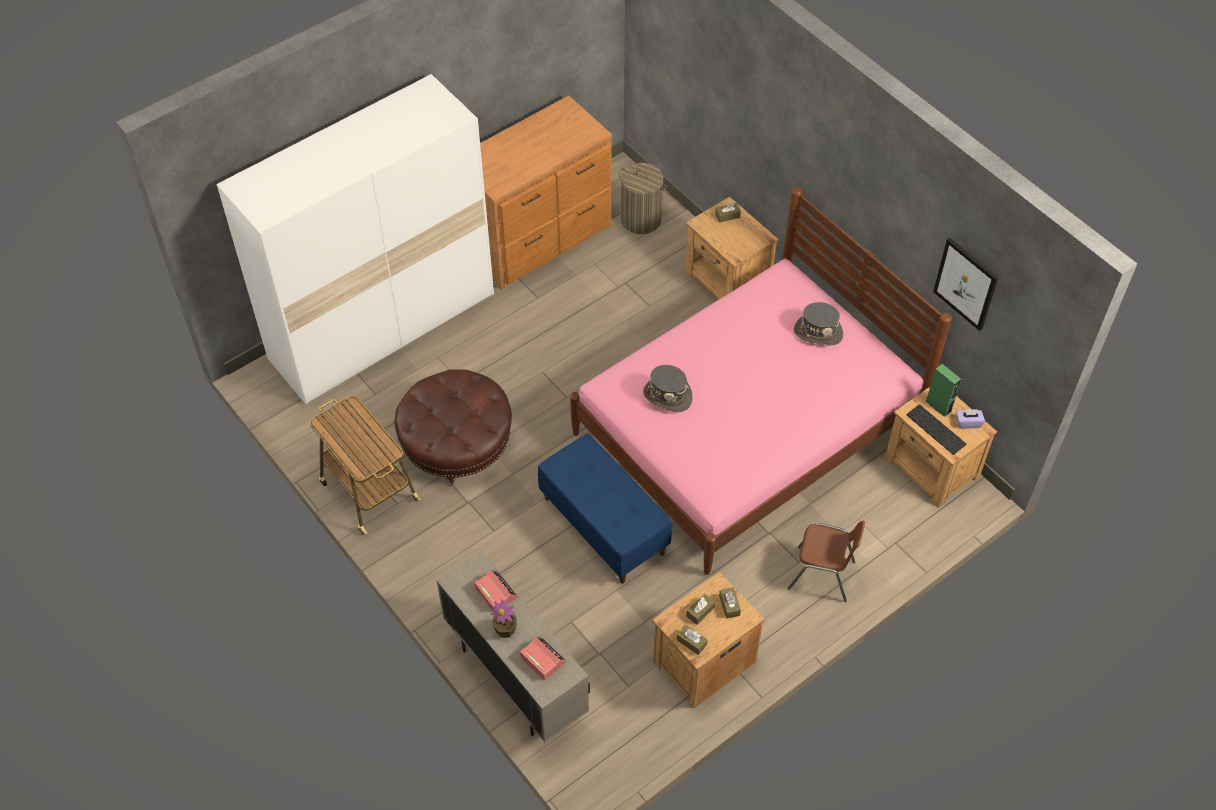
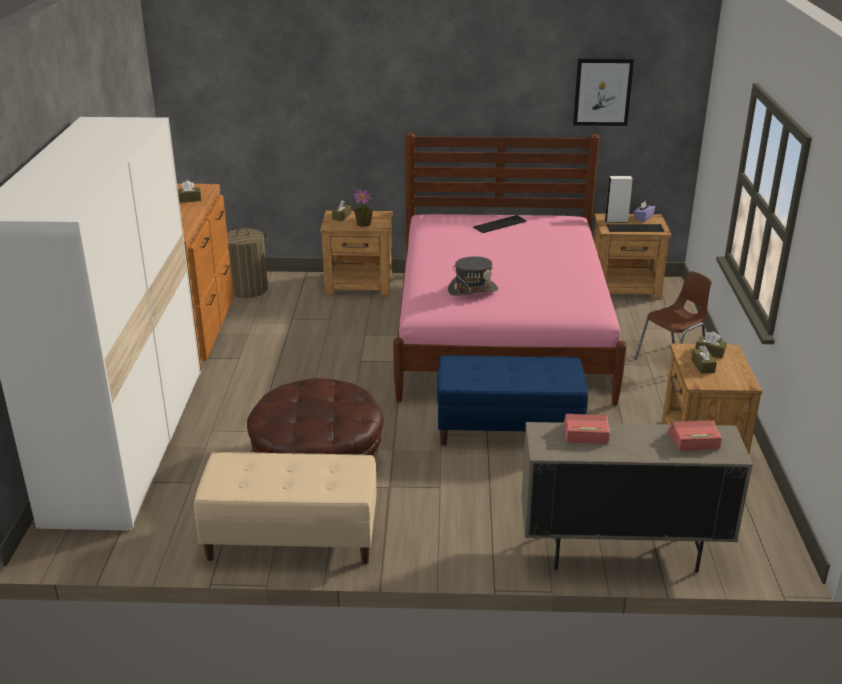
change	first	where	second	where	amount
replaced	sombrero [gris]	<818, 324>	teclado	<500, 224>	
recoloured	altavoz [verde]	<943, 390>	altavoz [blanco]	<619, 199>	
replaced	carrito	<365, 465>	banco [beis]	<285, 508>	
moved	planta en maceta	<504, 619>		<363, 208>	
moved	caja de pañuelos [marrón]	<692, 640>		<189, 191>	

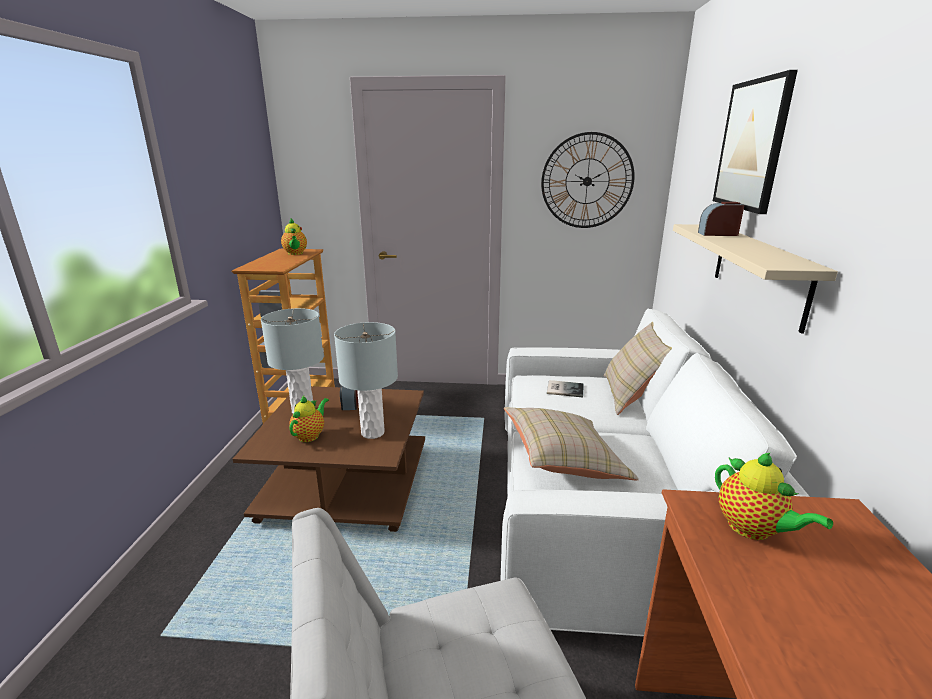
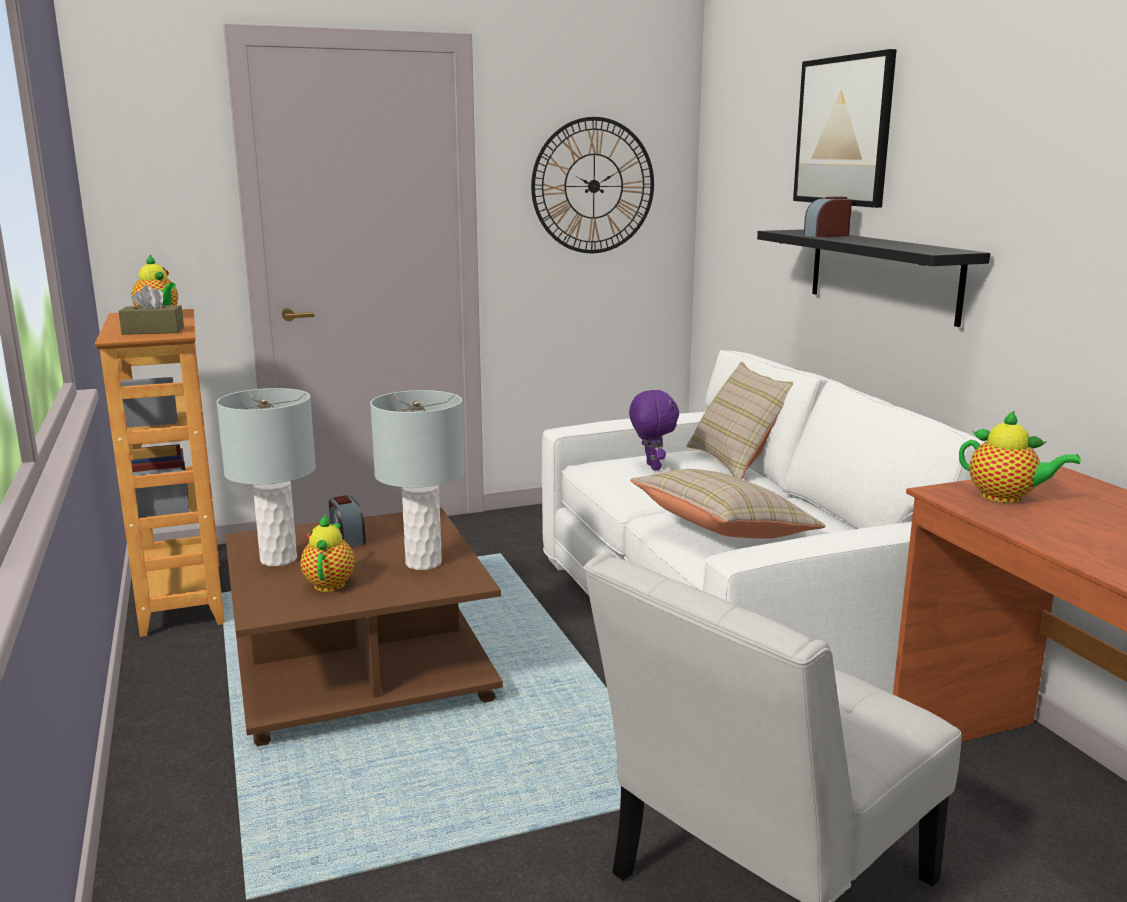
change	first	where	second	where	amount
recoloured	estante [beis]	<755, 279>	estante [negro]	<873, 278>	
replaced	libro	<565, 388>	peluche [morado]	<654, 430>	
added			caja de pañuelos [marrón]	<151, 310>	

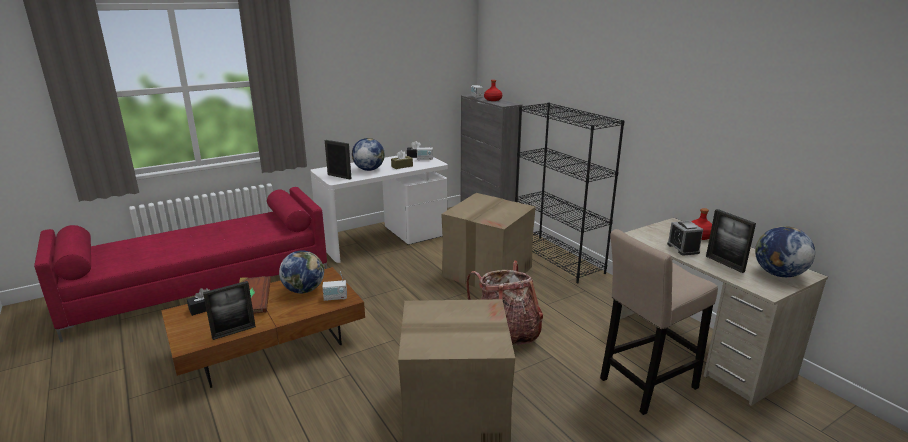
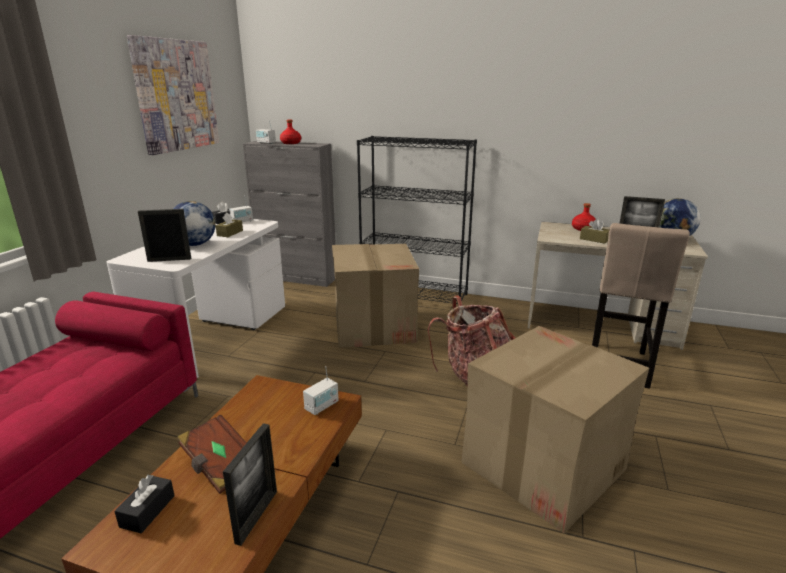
change	first	where	second	where	amount
replaced	despertador	<685, 238>	caja de pañuelos [marrón]	<594, 231>	
removed	globo terráqueo	<301, 271>			
added			cuadro	<173, 95>	

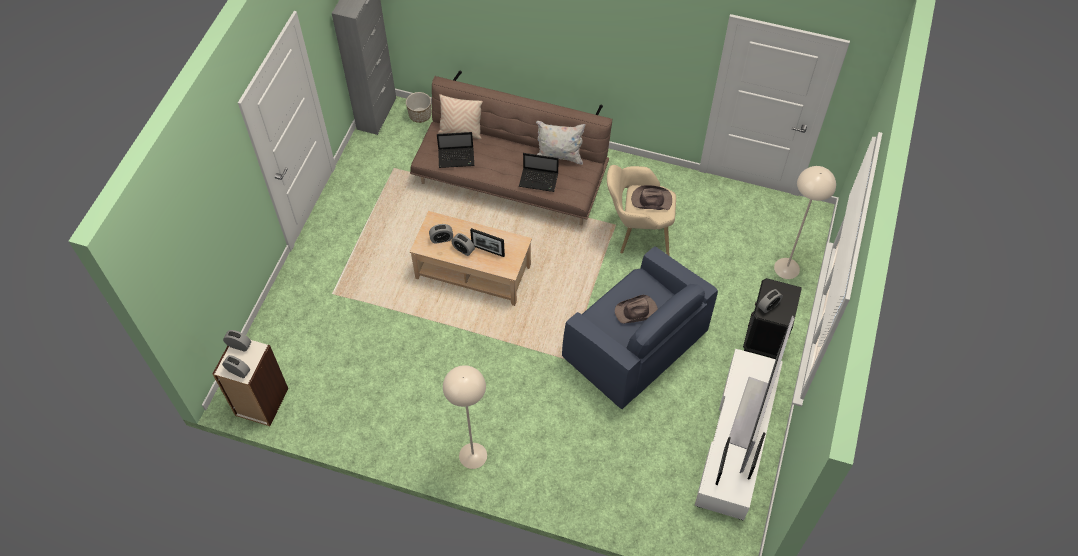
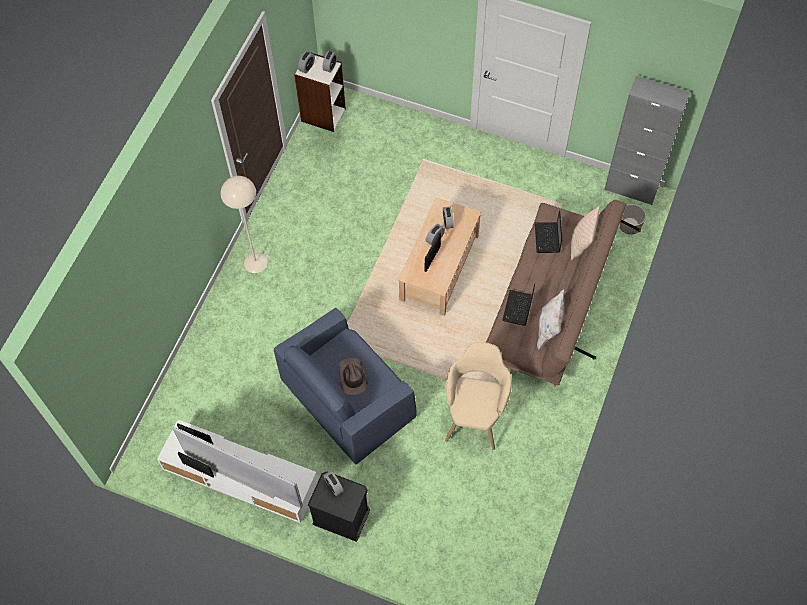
change	first	where	second	where	amount
removed	lámpara de pie [beis]	<805, 222>			
removed	sombrero [marrón]	<651, 197>			

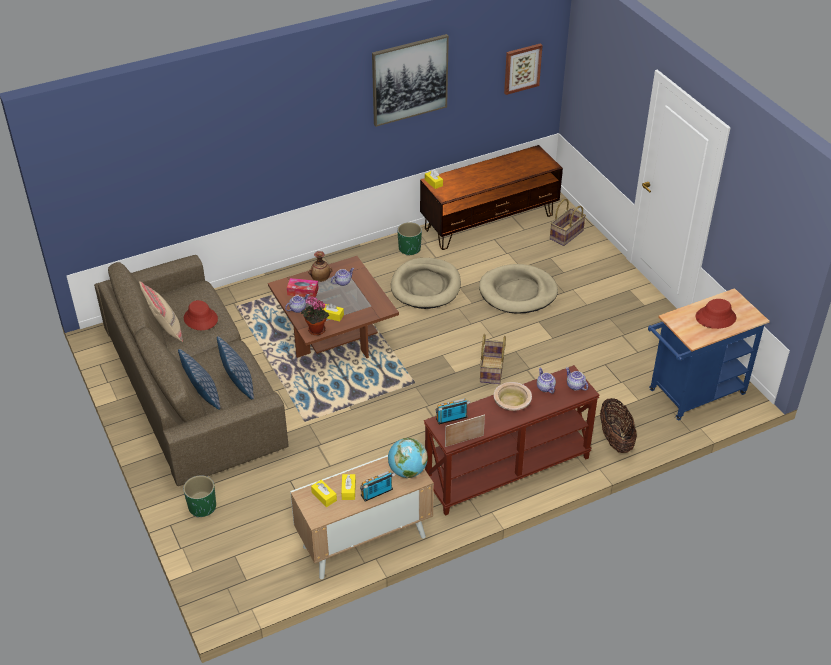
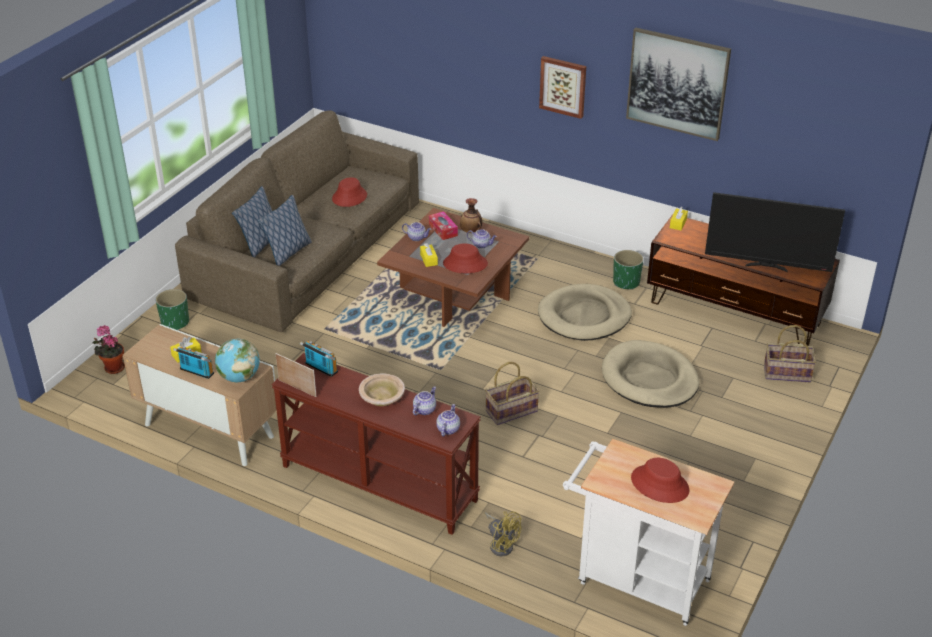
change	first	where	second	where	amount
moved	cuadro	<523, 69>		<562, 87>	
removed	cojín [beis]	<161, 311>			
recoloured	carrito [azul]	<709, 354>	carrito [blanco]	<648, 532>	
moved	planta en maceta	<315, 315>		<109, 349>	
replaced	cesta	<618, 425>	ventilador [amarillo]	<503, 533>	
removed	caja de pañuelos [amarillo]	<324, 493>			
added			televisor	<775, 232>	
added			sombrero [rojo]	<465, 258>	

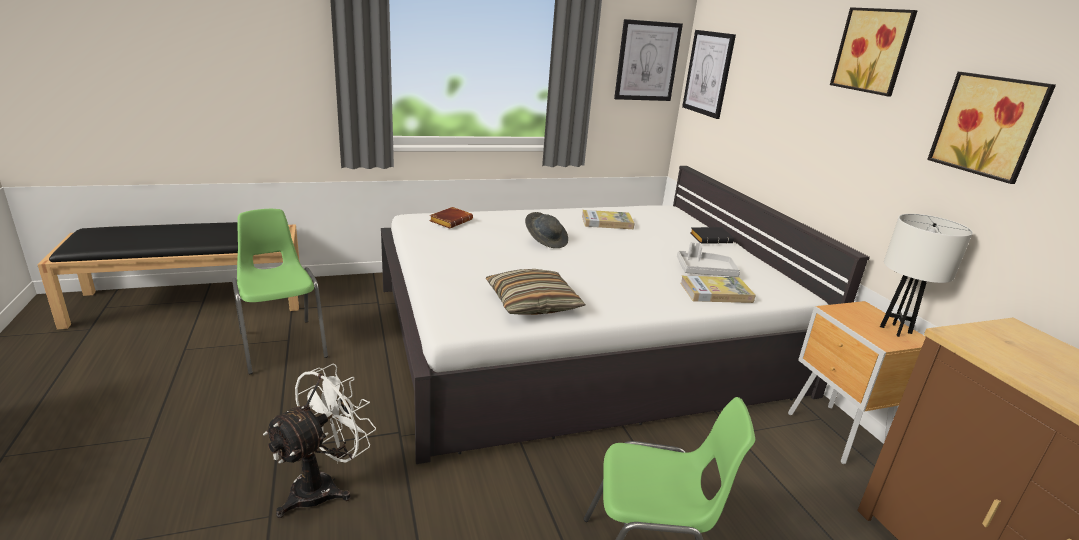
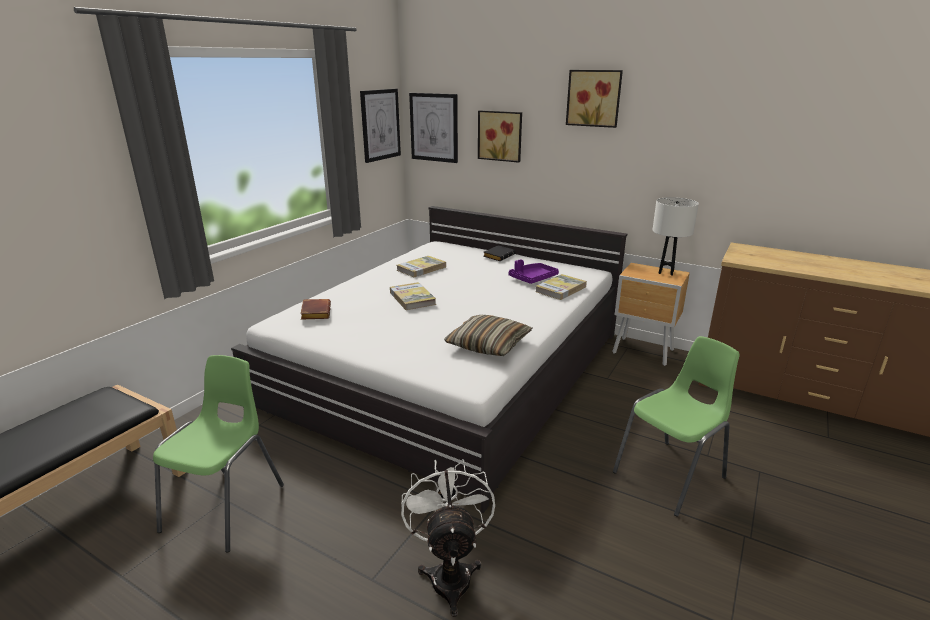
change	first	where	second	where	amount
moved	cuadro	<991, 128>		<500, 136>	
turned	silla [verde]	<280, 291>		<218, 454>	90 degrees clockwise
replaced	sombrero [gris]	<546, 230>	libro	<413, 296>	
recoloured	bandeja [gris]	<708, 259>	bandeja [morado]	<533, 271>	

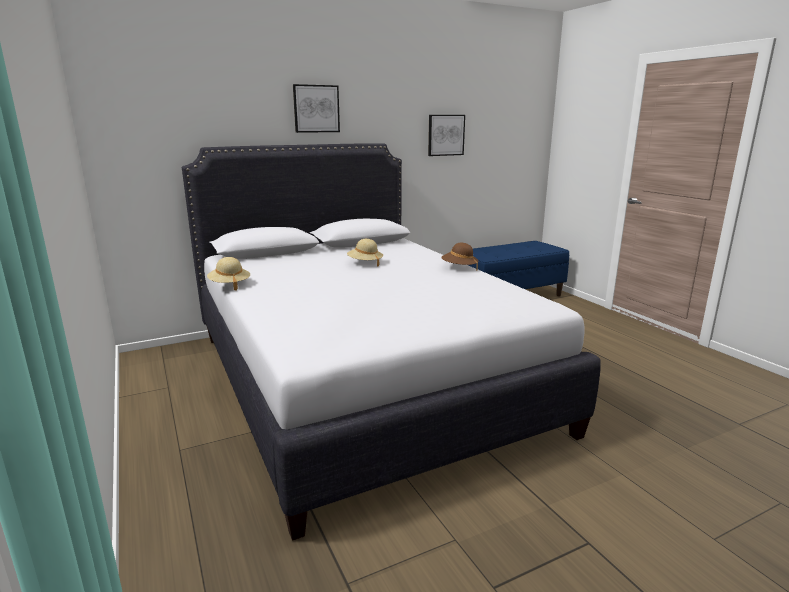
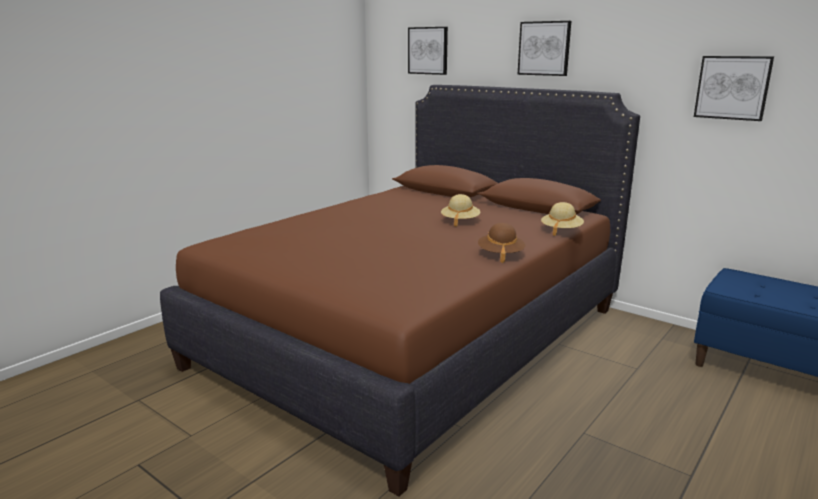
change	first	where	second	where	amount
recoloured	cama [blanco]	<391, 342>	cama [marrón]	<400, 291>	
moved	sombrero [beis]	<228, 274>		<562, 219>	
added			cuadro	<428, 51>	

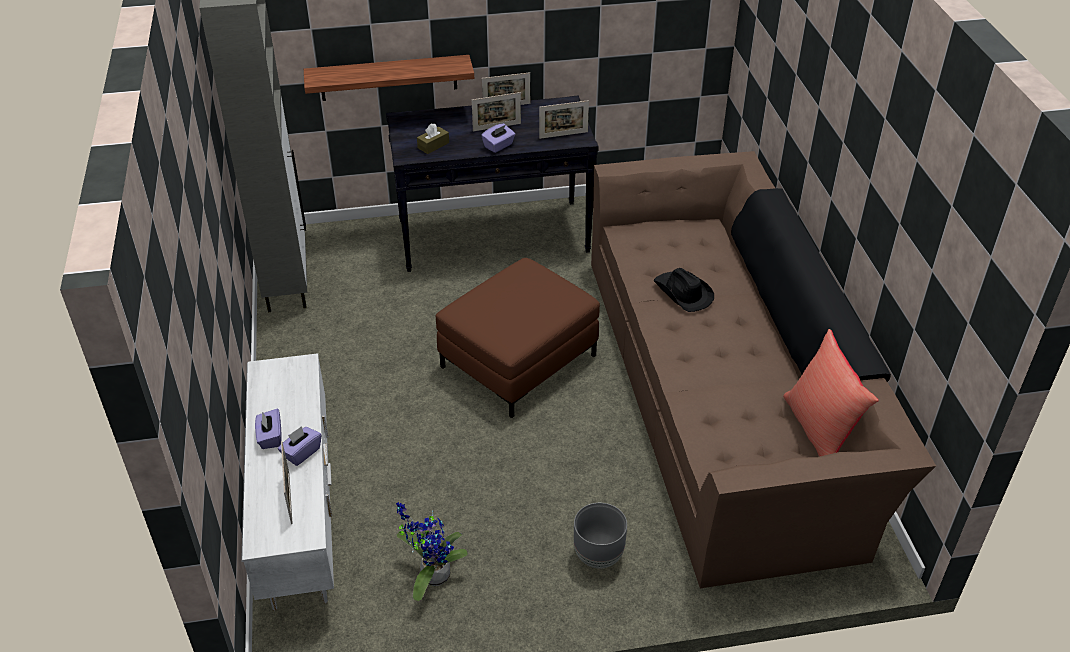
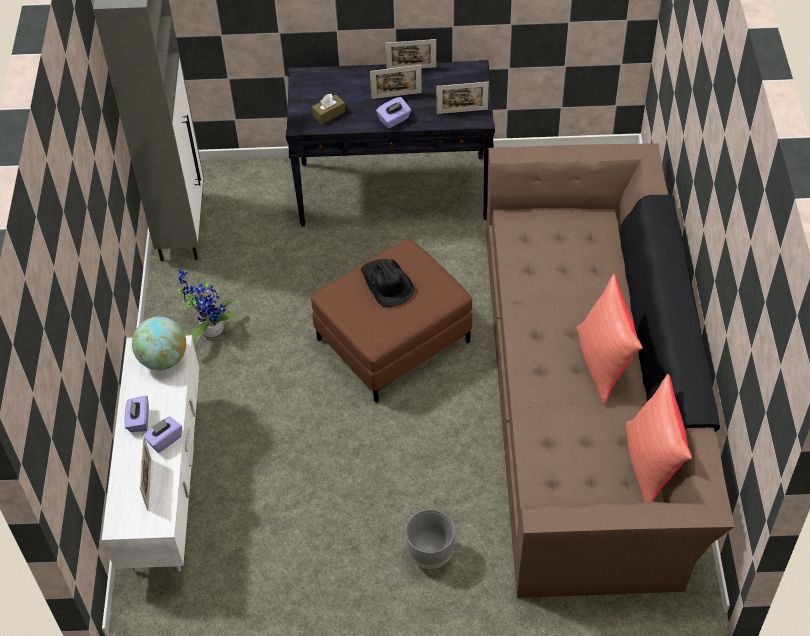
change	first	where	second	where	amount
removed	estante	<389, 78>			
moved	sombrero [negro]	<684, 290>		<387, 283>	
moved	planta en maceta	<432, 551>		<207, 307>	
added			cojín [rojo]	<610, 339>	
added			globo terráqueo	<159, 343>	

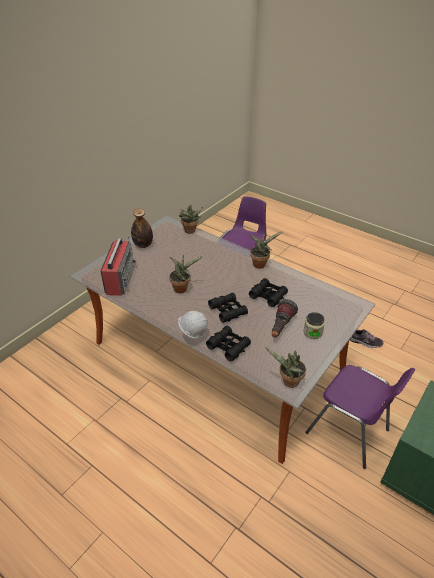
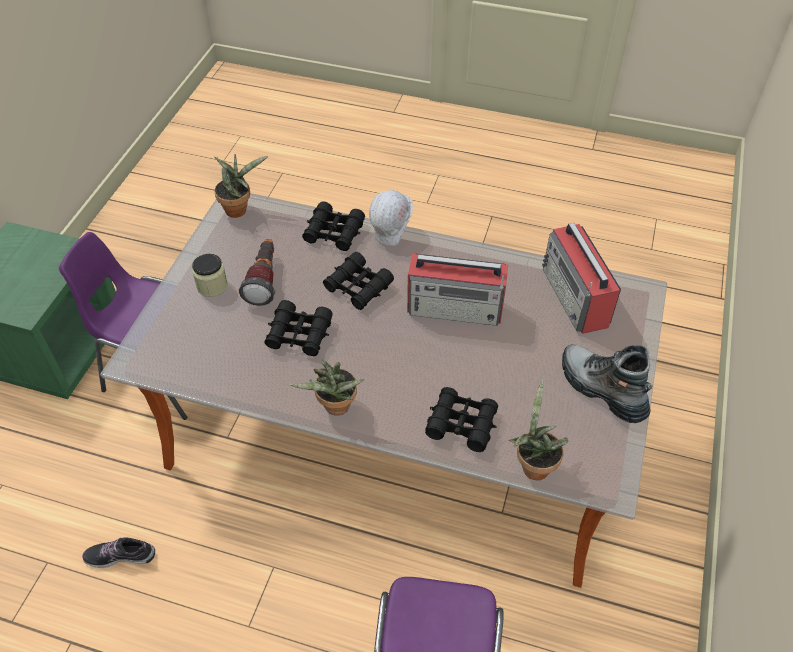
change	first	where	second	where	amount
replaced	botella	<142, 228>	bota	<607, 383>	
replaced	planta en maceta	<186, 274>	radio	<457, 290>	
added			prismáticos [negro]	<461, 419>	

